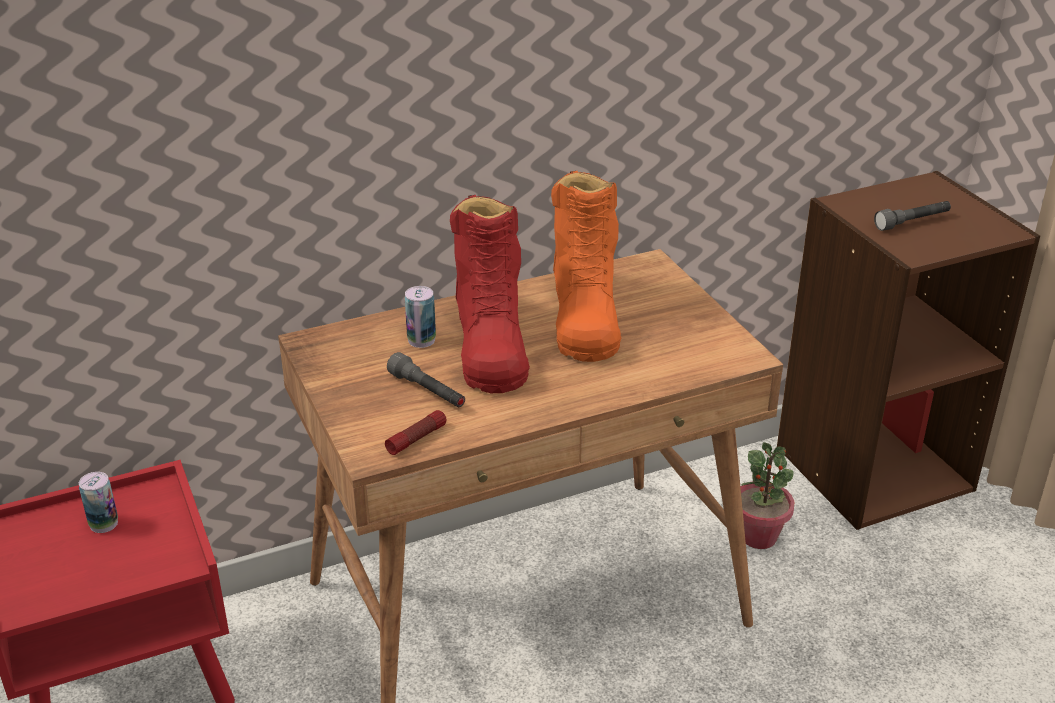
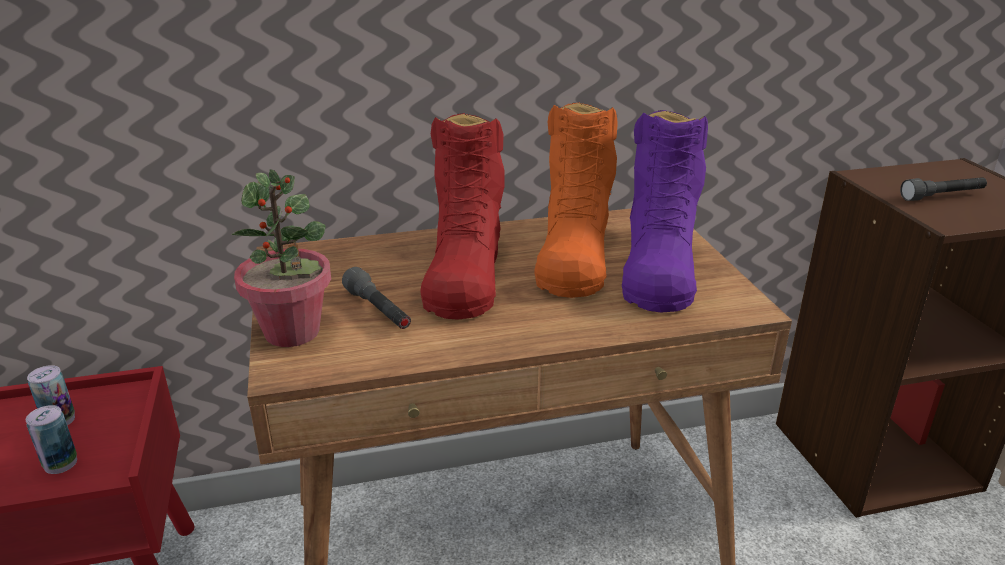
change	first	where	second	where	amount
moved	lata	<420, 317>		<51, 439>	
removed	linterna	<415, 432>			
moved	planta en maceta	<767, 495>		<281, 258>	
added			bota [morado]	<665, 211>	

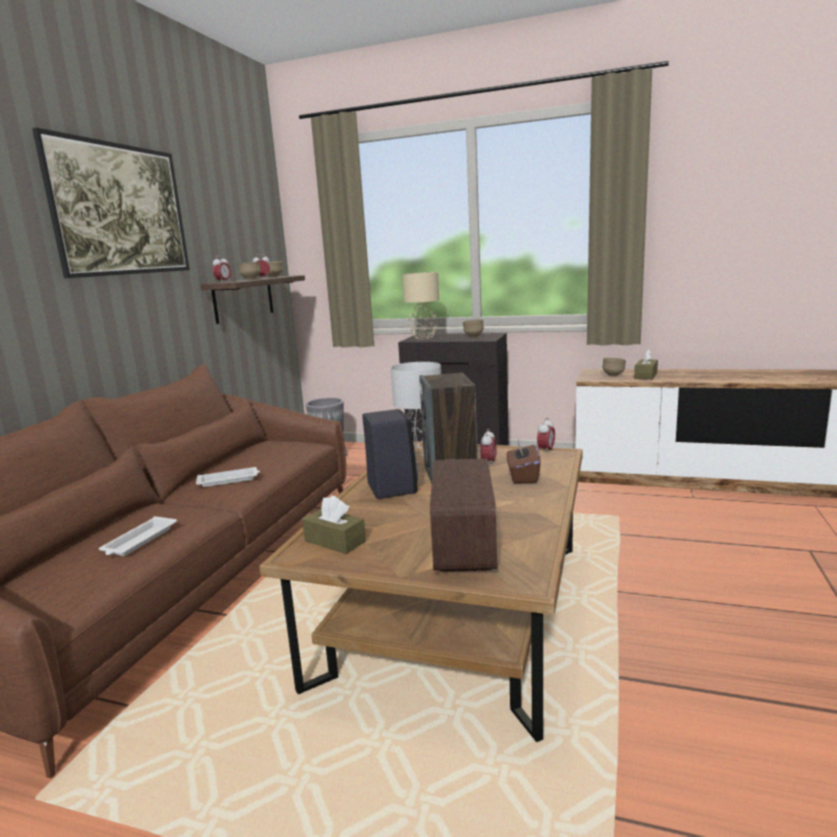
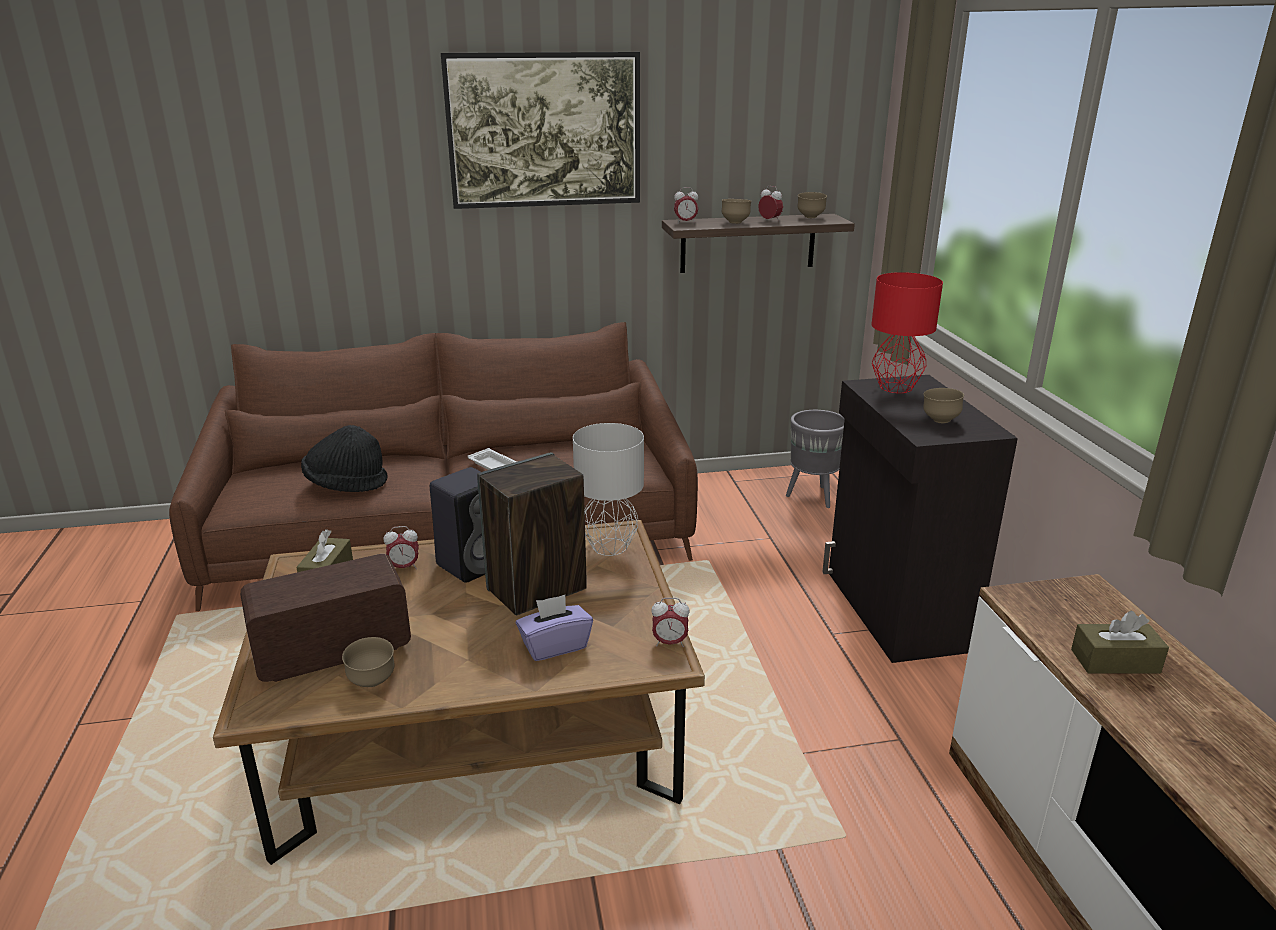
change	first	where	second	where	amount
recoloured	lámpara de mesa [beis]	<420, 305>	lámpara de mesa [rojo]	<907, 332>	
moved	cuenco [marrón]	<614, 367>		<368, 662>	
moved	despertador	<489, 446>		<401, 547>	
recoloured	caja de pañuelos [marrón]	<523, 461>	caja de pañuelos [morado]	<554, 628>	
replaced	bandeja [blanco]	<138, 536>	sombrero [negro]	<344, 458>	

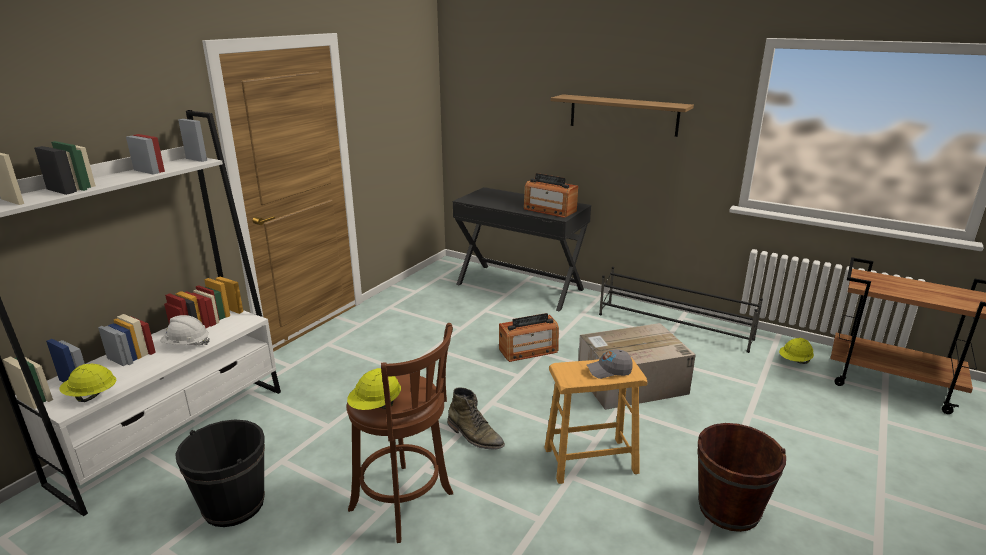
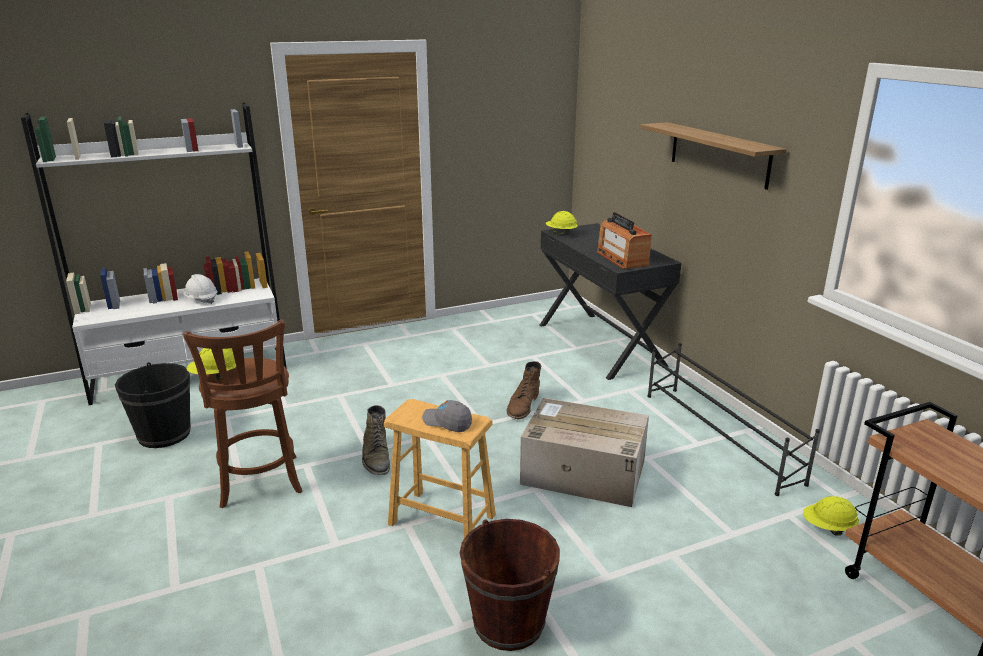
change	first	where	second	where	amount
replaced	radio	<529, 337>	bota [marrón]	<524, 390>	
moved	casco [amarillo]	<87, 383>		<562, 223>	

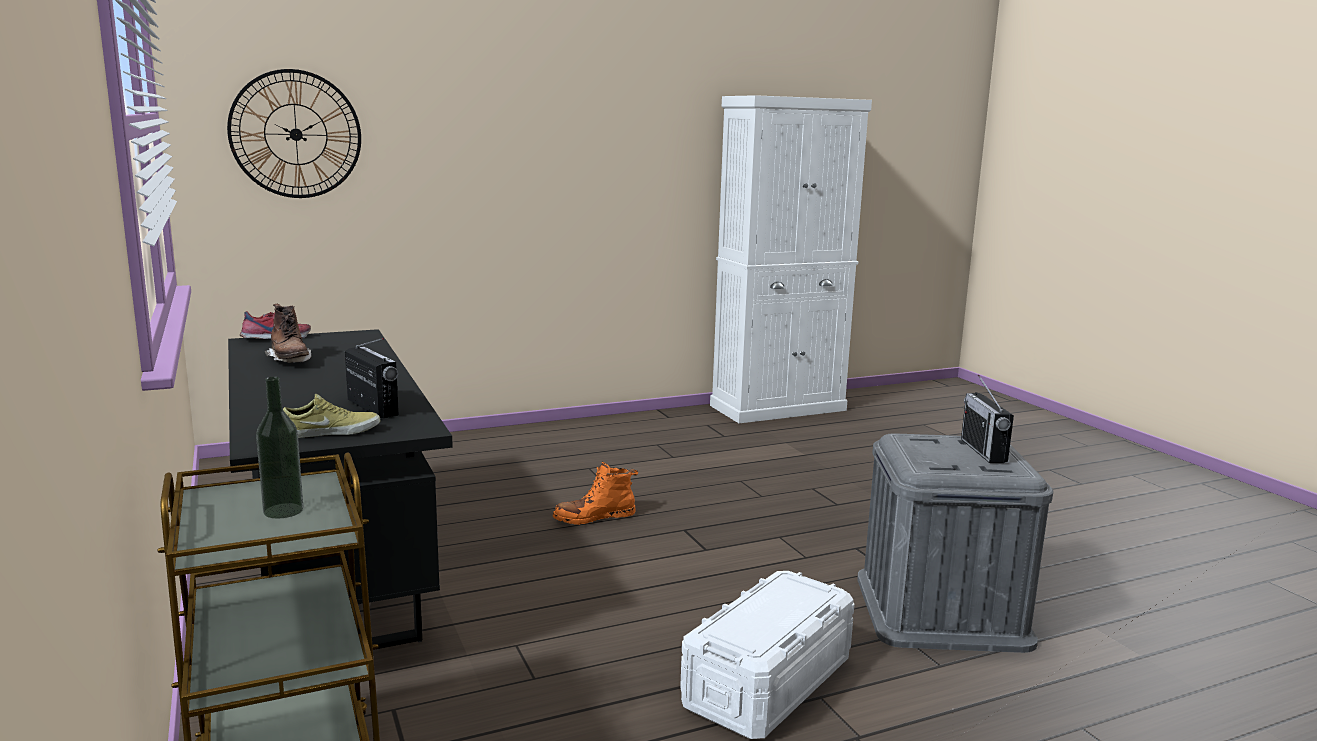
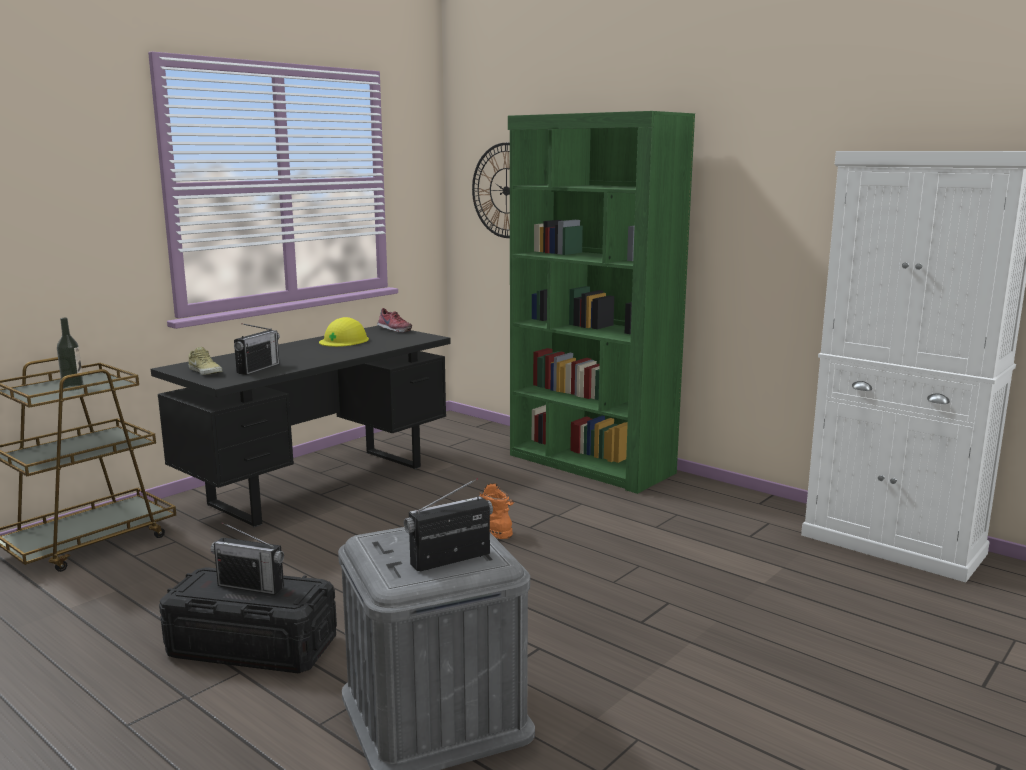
change	first	where	second	where	amount
replaced	bota [marrón]	<288, 333>	casco [amarillo]	<344, 332>	
recoloured	caja de almacenaje [blanco]	<767, 655>	caja de almacenaje [negro]	<248, 620>	
added			estantería [verde]	<601, 302>	
added			radio	<247, 559>	

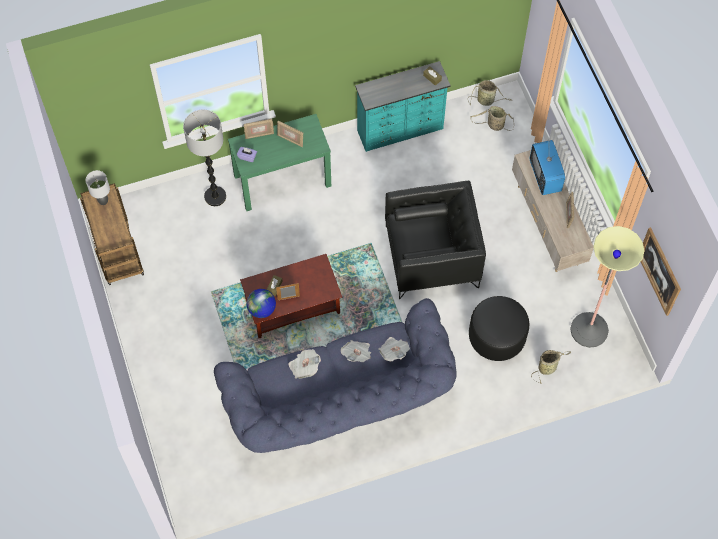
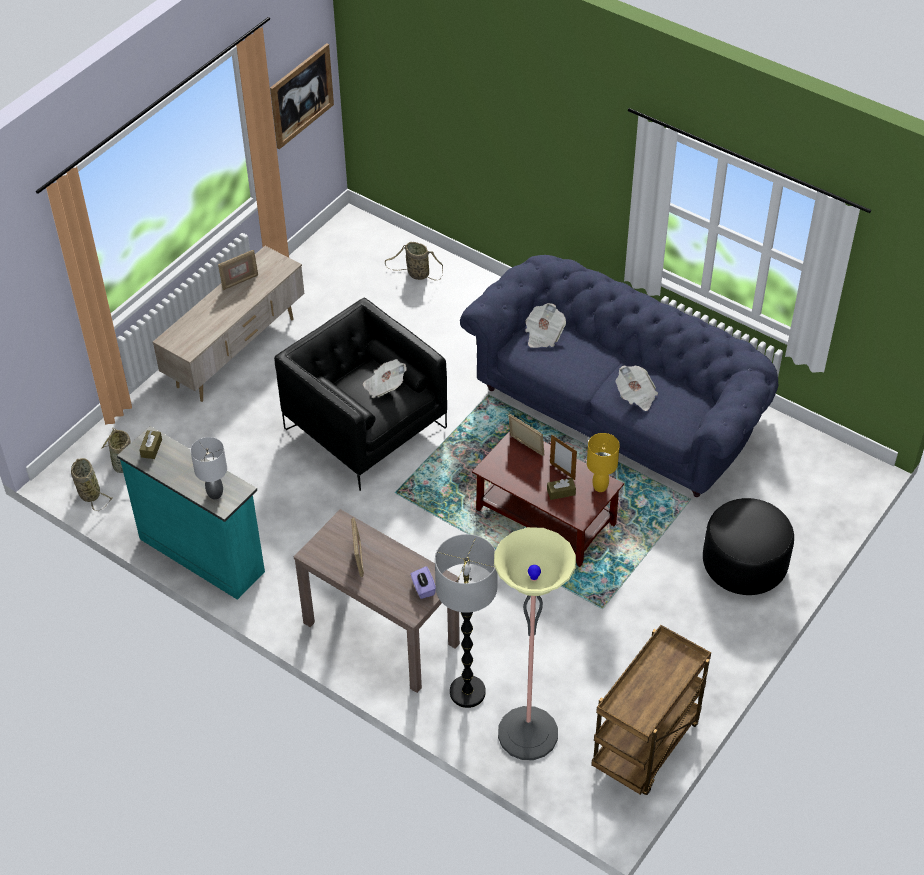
change	first	where	second	where	amount
recoloured	mesa consola [verde]	<279, 162>	mesa consola [marrón]	<377, 601>	
moved	portarretratos	<259, 129>		<526, 434>	
removed	televisor	<547, 167>			
moved	lámpara de mesa [gris]	<98, 187>		<209, 468>	
moved	lámpara de pie	<607, 287>		<535, 643>	
replaced	globo terráqueo	<261, 303>	lámpara de mesa [amarillo]	<603, 462>	
moved	puf [negro]	<499, 328>		<748, 546>	
moved	periódico	<356, 351>		<385, 378>	

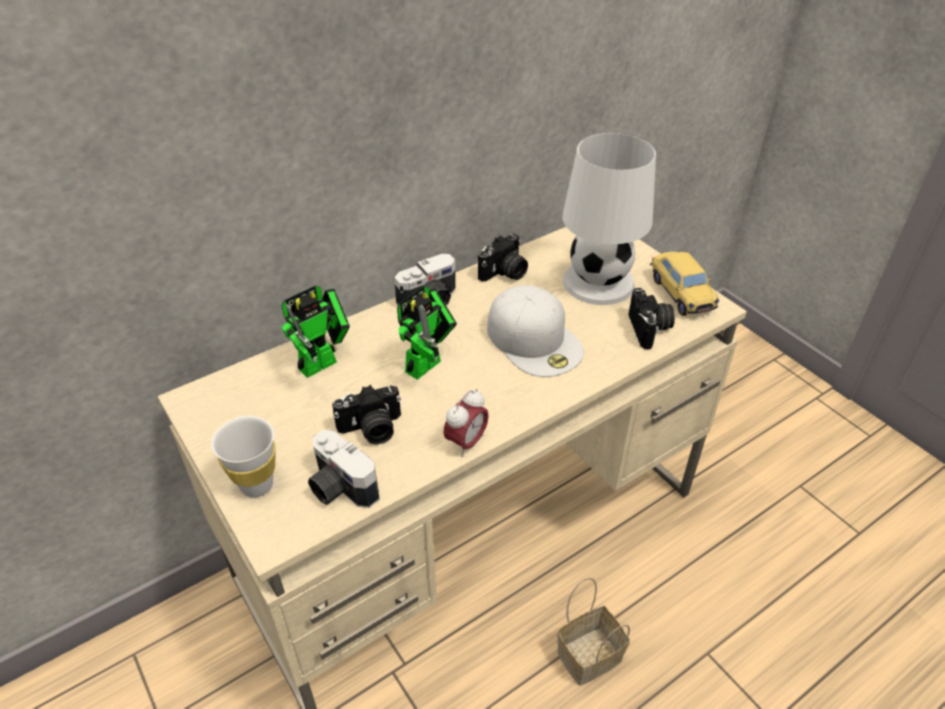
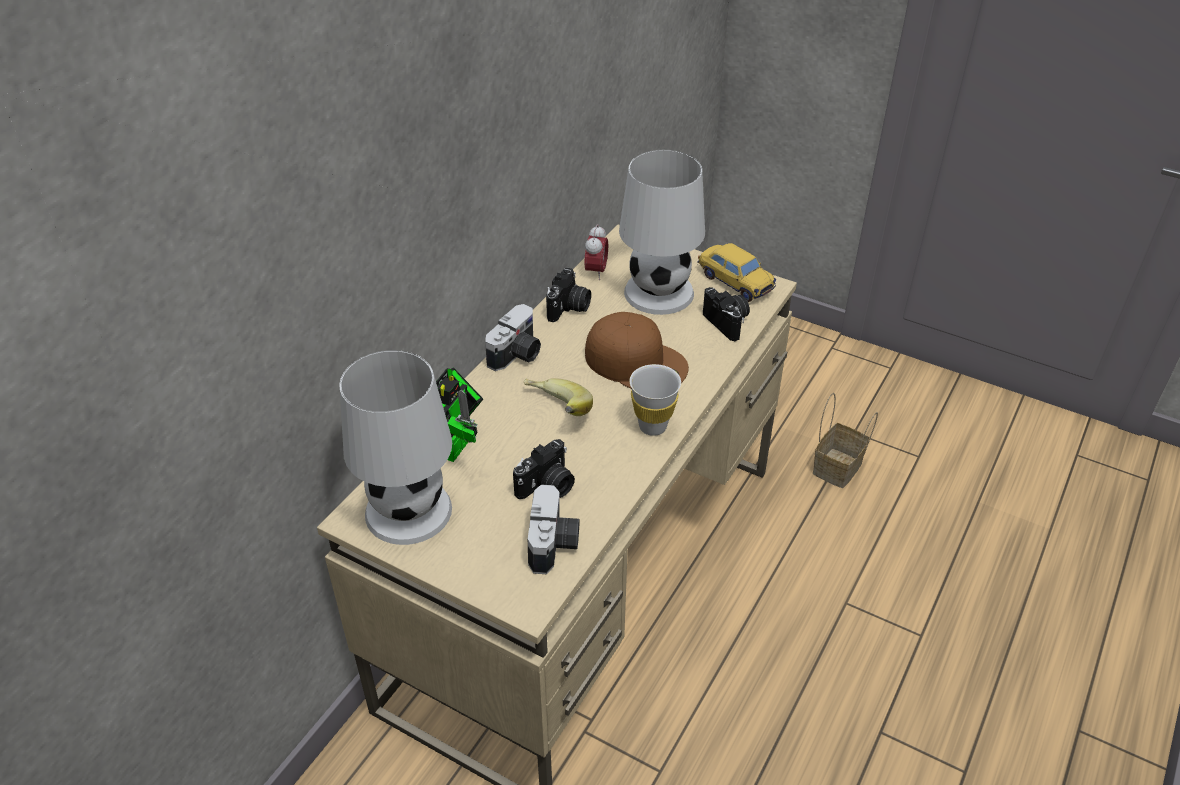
change	first	where	second	where	amount
recoloured	gorra [blanco]	<535, 331>	gorra [marrón]	<637, 350>	
replaced	robot de juguete	<427, 333>	plátano	<558, 397>	
moved	despertador	<466, 423>		<596, 252>	
moved	taza [blanco]	<243, 457>		<655, 400>	
turned	cámara	<344, 469>		<554, 529>	105 degrees counterclockwise
moved	cesta	<593, 632>		<845, 440>	
added			lámpara de mesa [blanco]	<395, 447>	

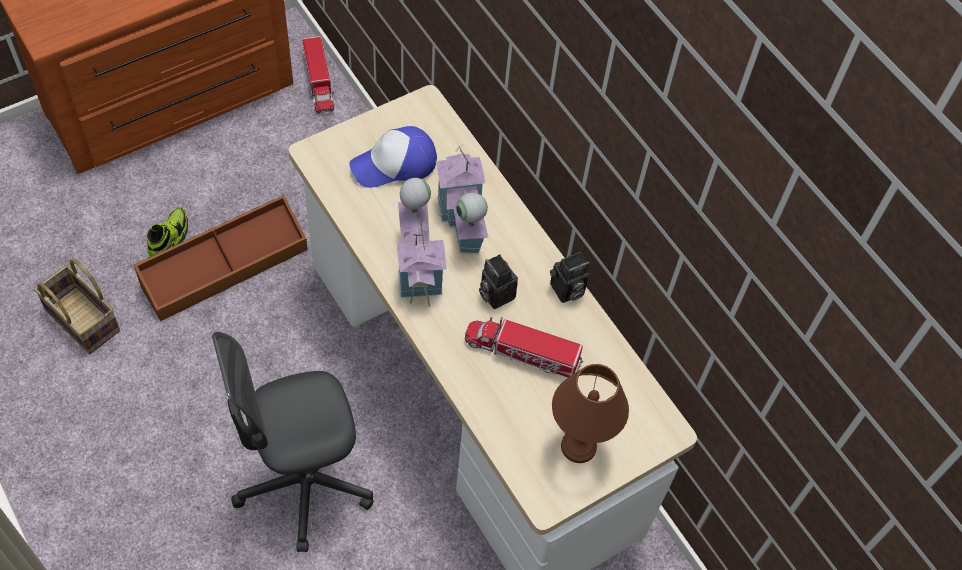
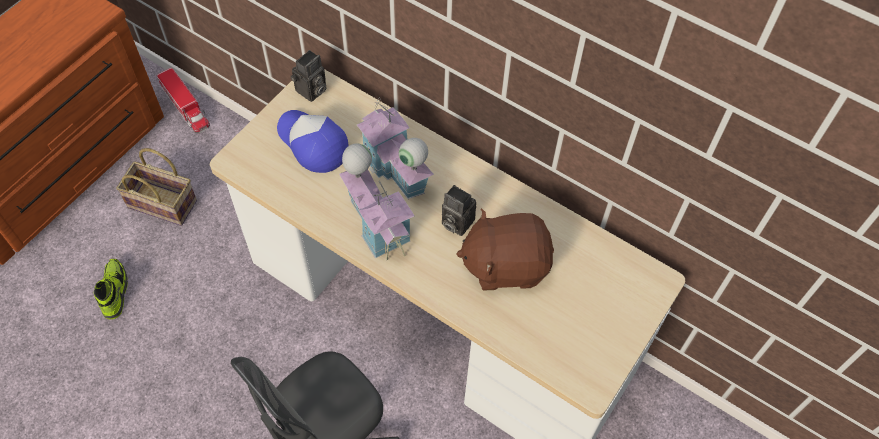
change	first	where	second	where	amount
turned	gorra	<393, 157>		<312, 141>	90 degrees clockwise
removed	caja de almacenaje [marrón]	<220, 258>			
moved	cámara	<570, 277>		<308, 76>	
moved	cesta	<77, 306>		<156, 187>	
replaced	camión de juguete	<524, 348>	peluche [marrón]	<505, 249>	
removed	lámpara de mesa [marrón]	<590, 413>			

